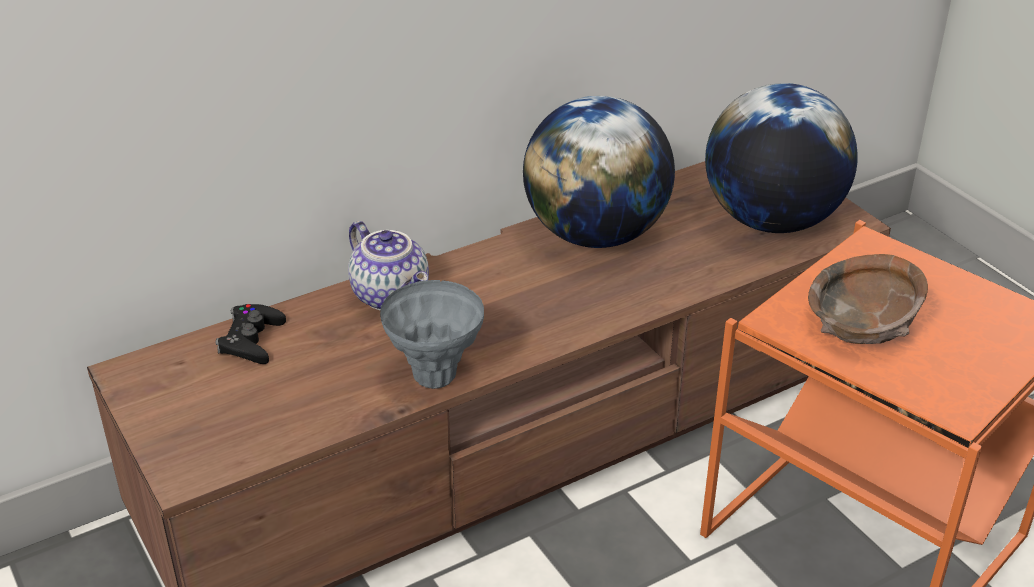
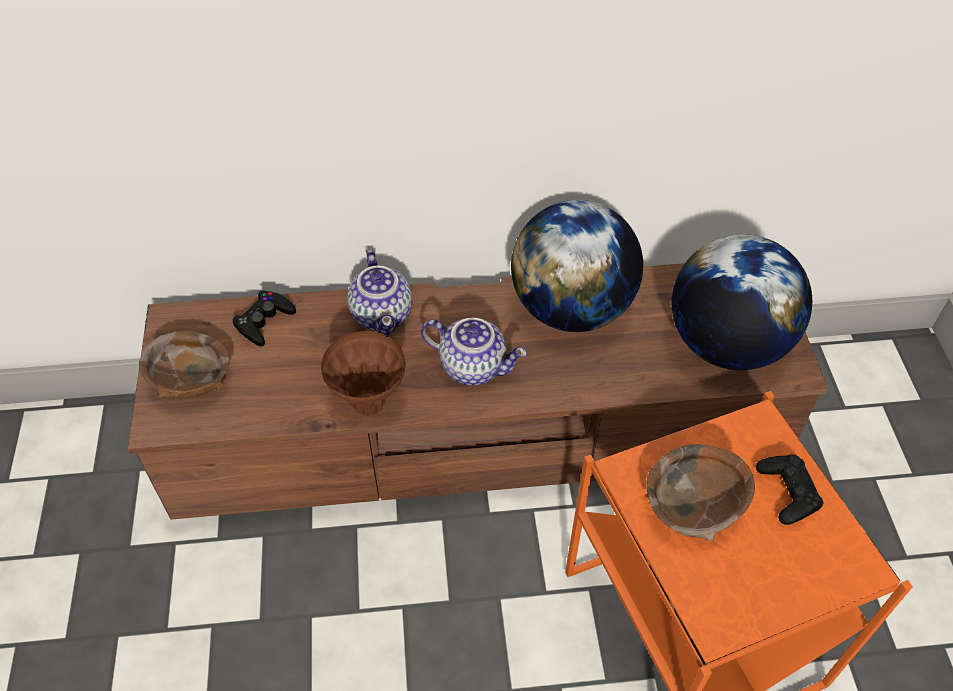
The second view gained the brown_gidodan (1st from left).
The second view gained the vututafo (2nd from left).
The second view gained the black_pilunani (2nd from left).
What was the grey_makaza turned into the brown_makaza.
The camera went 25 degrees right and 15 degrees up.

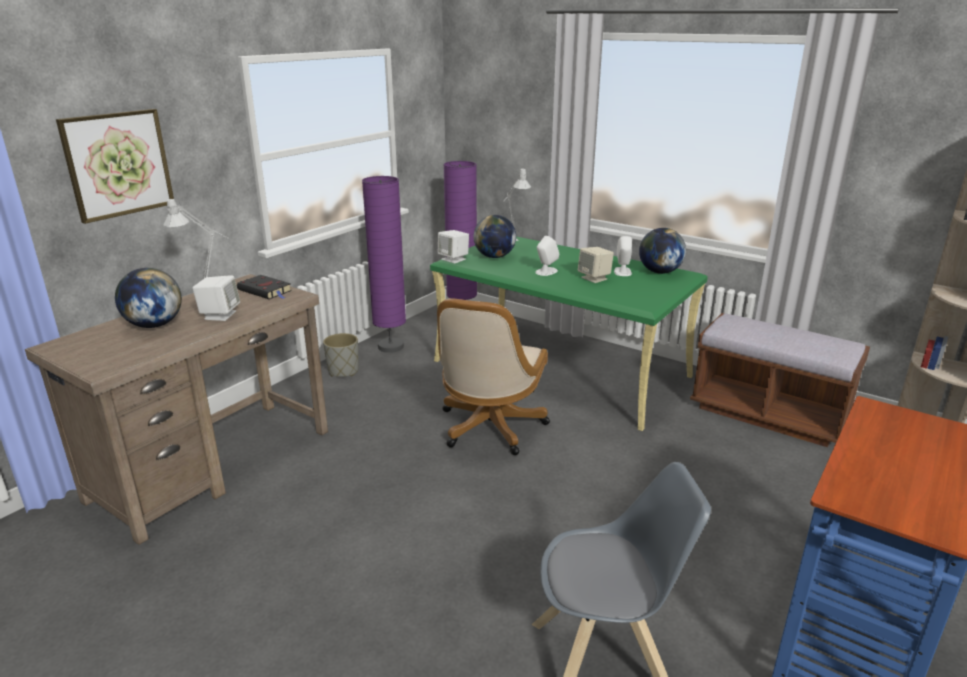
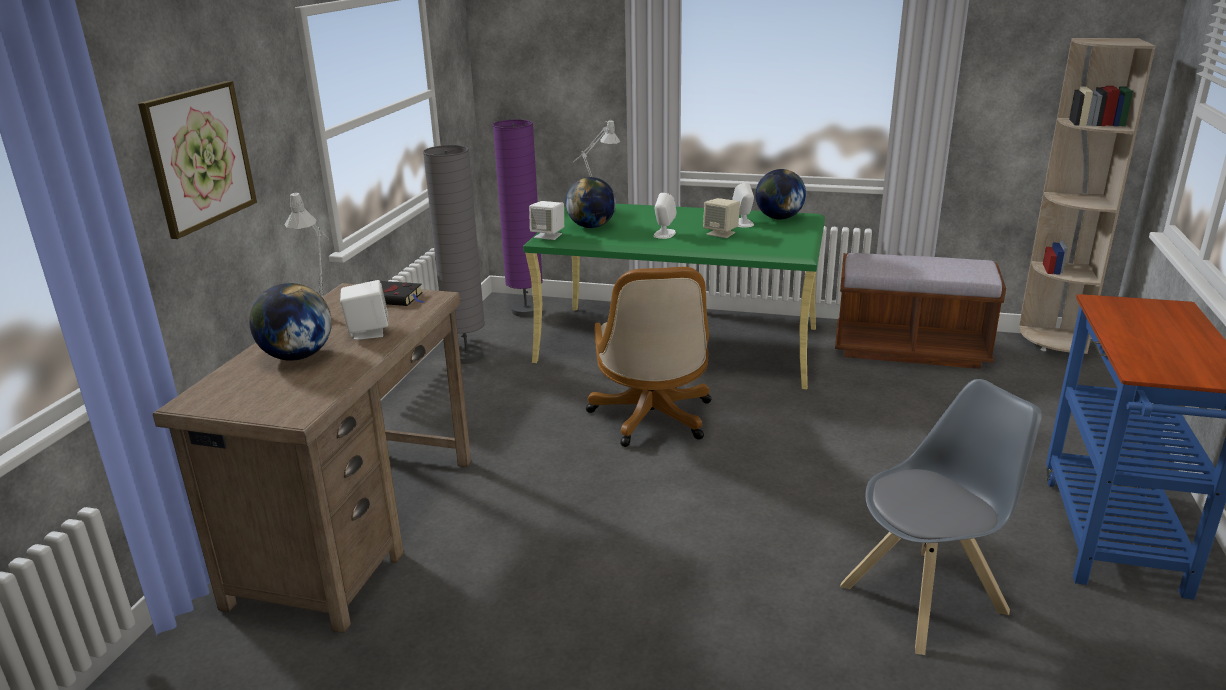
The second view lost the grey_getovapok.
What was the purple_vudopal (1st from left) turned into the grey_vudopal.
The camera went 20 degrees left and 0 degrees up.

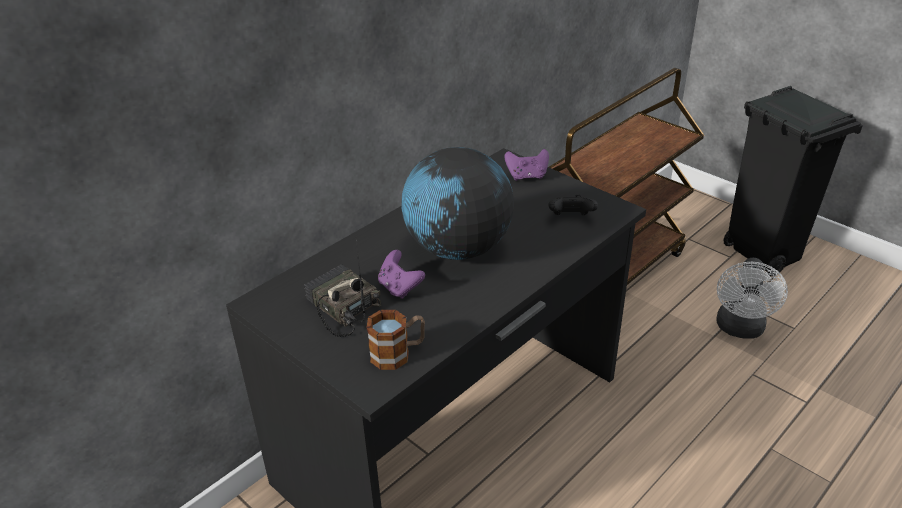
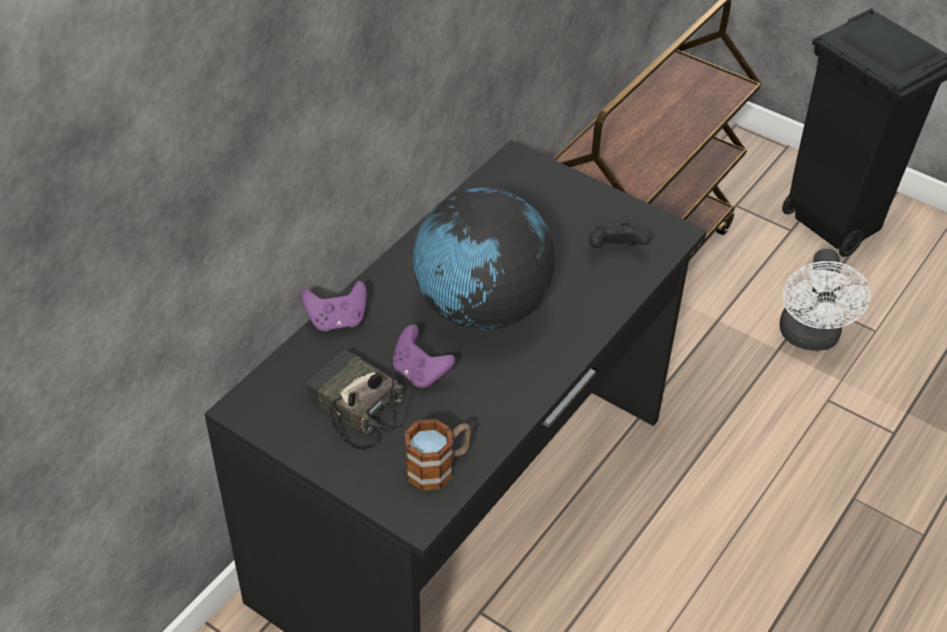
The purple_pilunani (2nd from left in the first image) ended up elsewhere.
The camera went 10 degrees left and 10 degrees up.

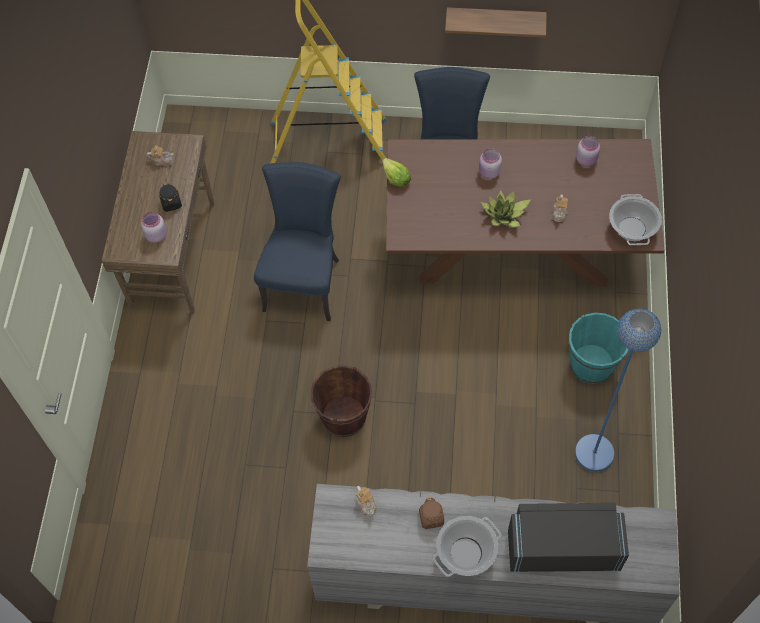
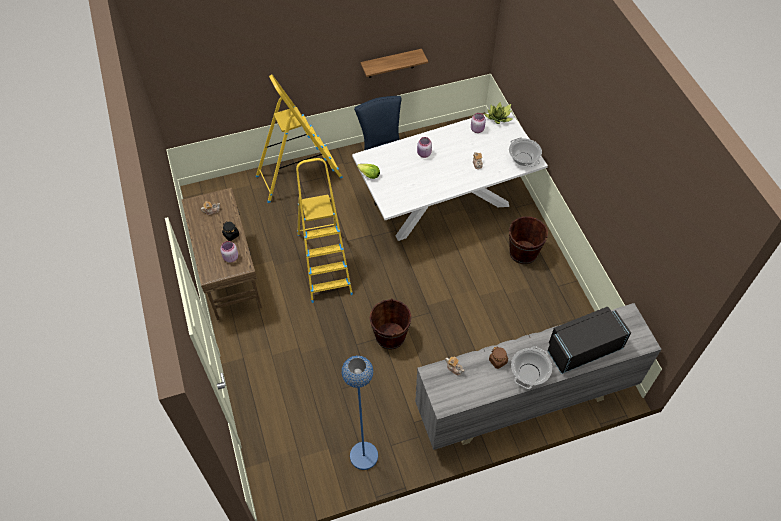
The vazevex ended up elsewhere.
The blue_vudopal ended up elsewhere.
Where the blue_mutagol (1st from left) stood, the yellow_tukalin (2nd from left) came to stand.
What was the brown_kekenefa turned into the white_kekenefa.
What was the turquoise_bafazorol turned into the brown_bafazorol (2nd from left).
The camera went 25 degrees left and 5 degrees down.

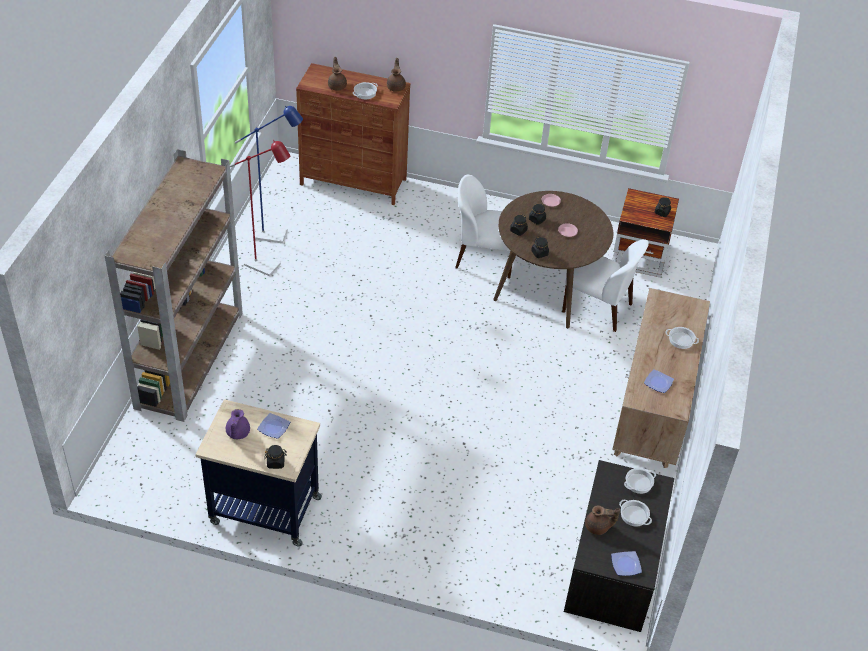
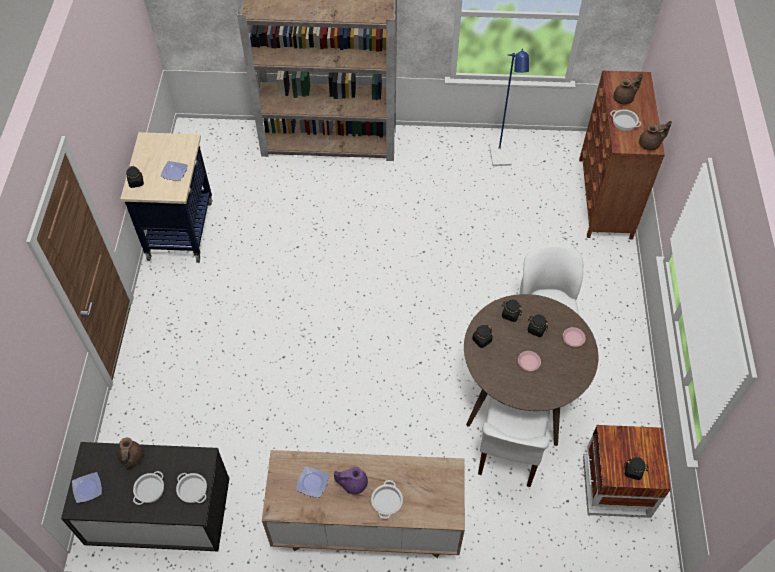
The second view lost the red_vudopal.
The purple_vututafo ended up elsewhere.
The camera went 80 degrees right and 10 degrees up.

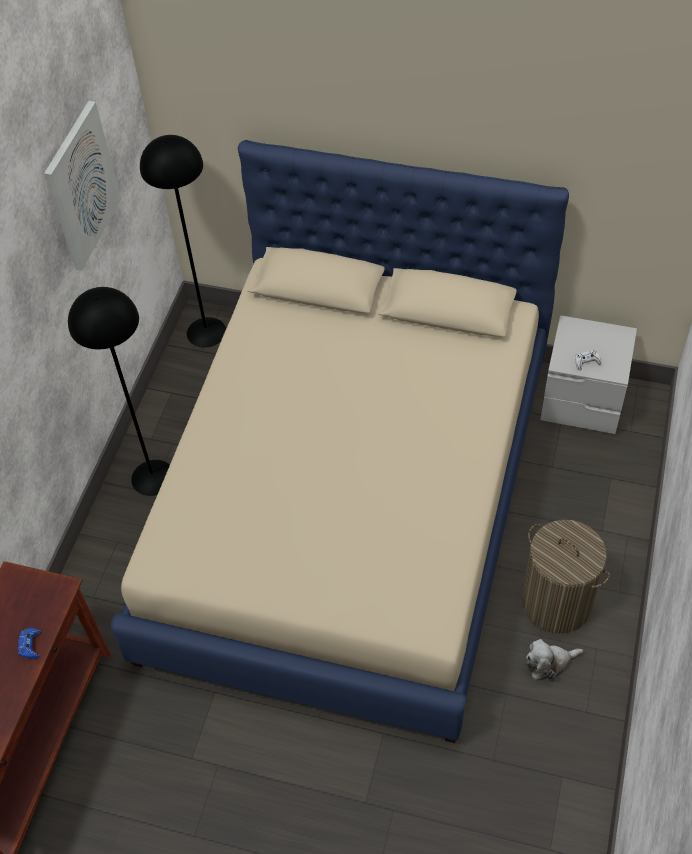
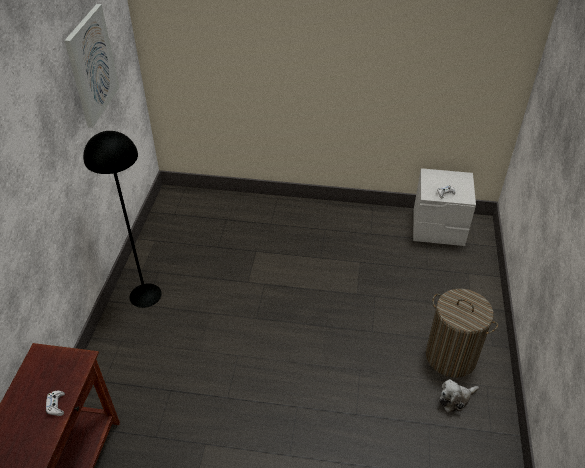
The second view lost the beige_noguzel.
The second view lost the black_vudopal (2nd from left).
What was the blue_pilunani turned into the white_pilunani (1st from left).
The camera went 10 degrees left and 10 degrees down.

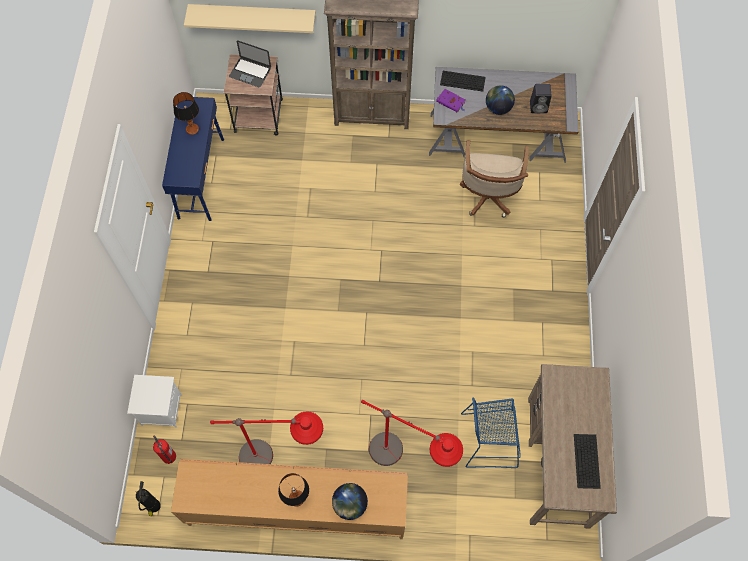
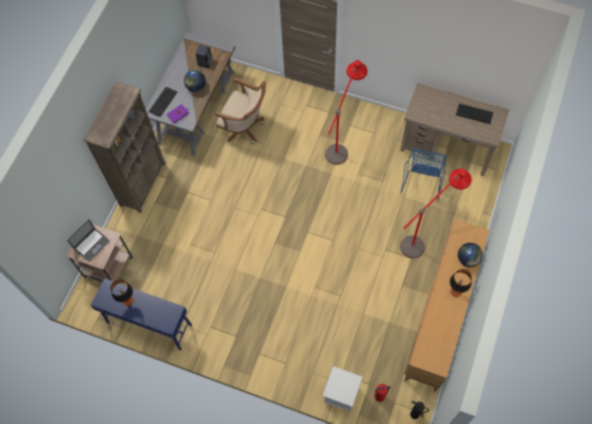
The second view lost the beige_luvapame.
The red_vudopal (1st from left) ended up elsewhere.
The camera went 70 degrees left and 0 degrees up.

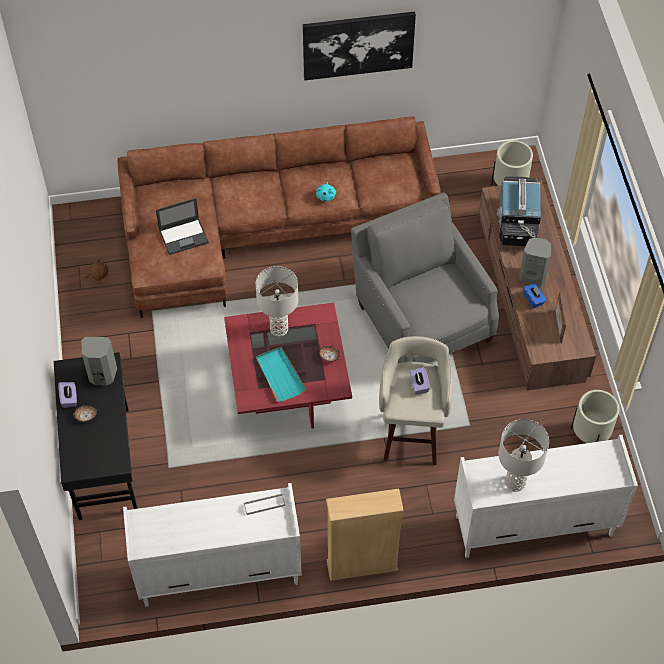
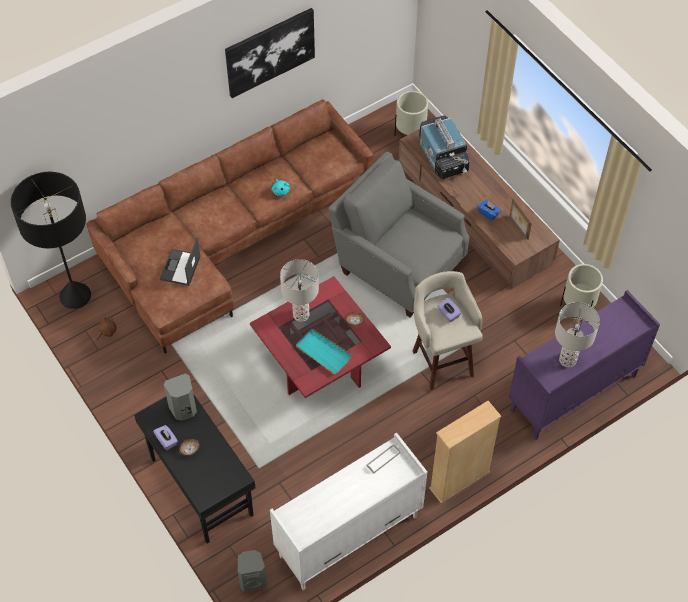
The second view gained the black_vudopal.
The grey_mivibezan (2nd from left) ended up elsewhere.
What was the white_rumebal (2nd from left) turned into the purple_rumebal.
The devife ended up facing another way, 150 degrees clockwise from before.
The camera went 25 degrees left and 0 degrees up.

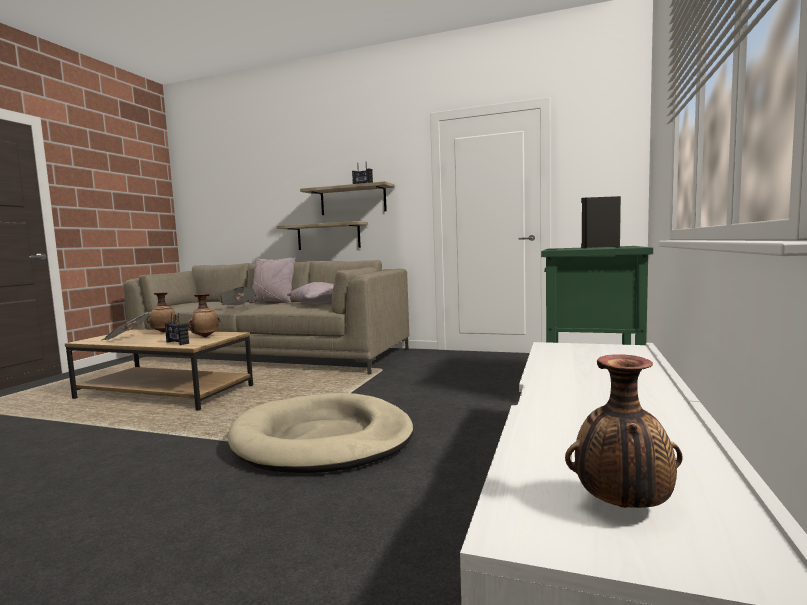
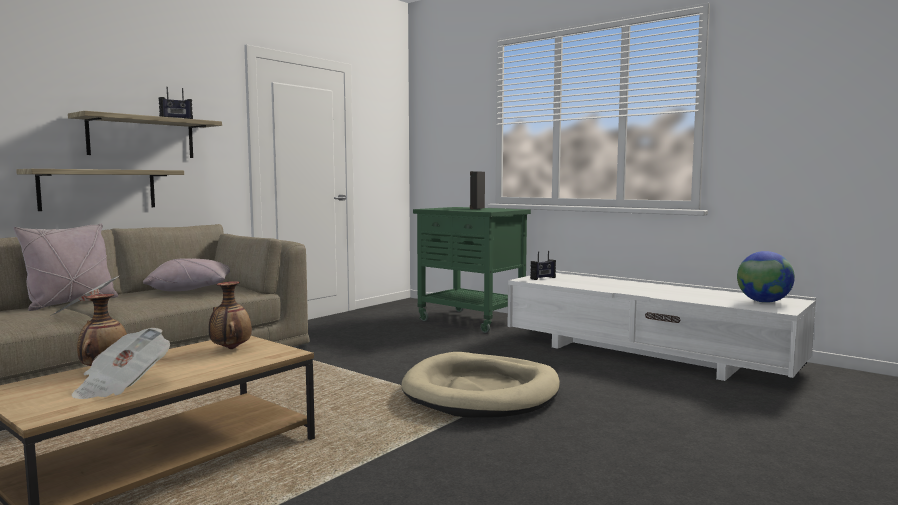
The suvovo (1st from left in the first image) ended up elsewhere.
Where the makaza (3rd from left) stood, the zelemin came to stand.
The camera went 70 degrees left and 0 degrees up.

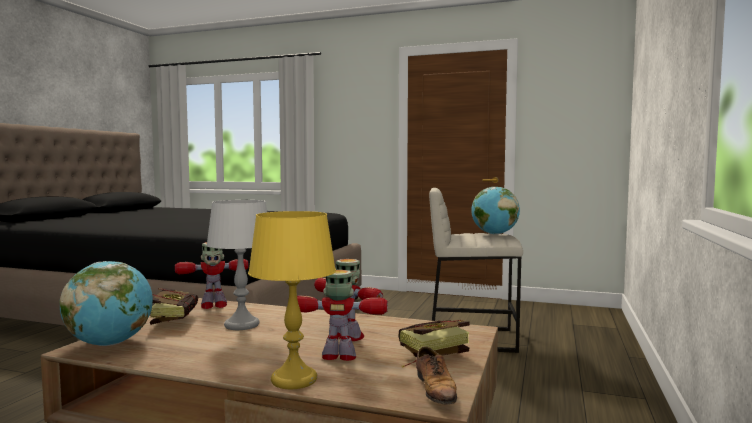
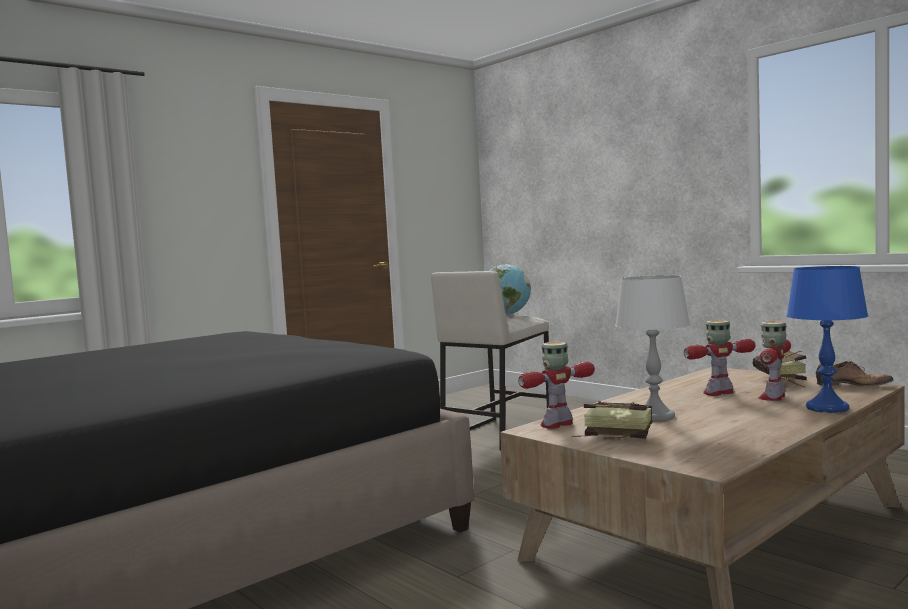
The second view lost the zelemin (1st from left).
What was the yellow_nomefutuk turned into the blue_nomefutuk.
The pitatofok (1st from left) ended up facing another way, 135 degrees counterclockwise from before.
The camera went 60 degrees left and 0 degrees up.

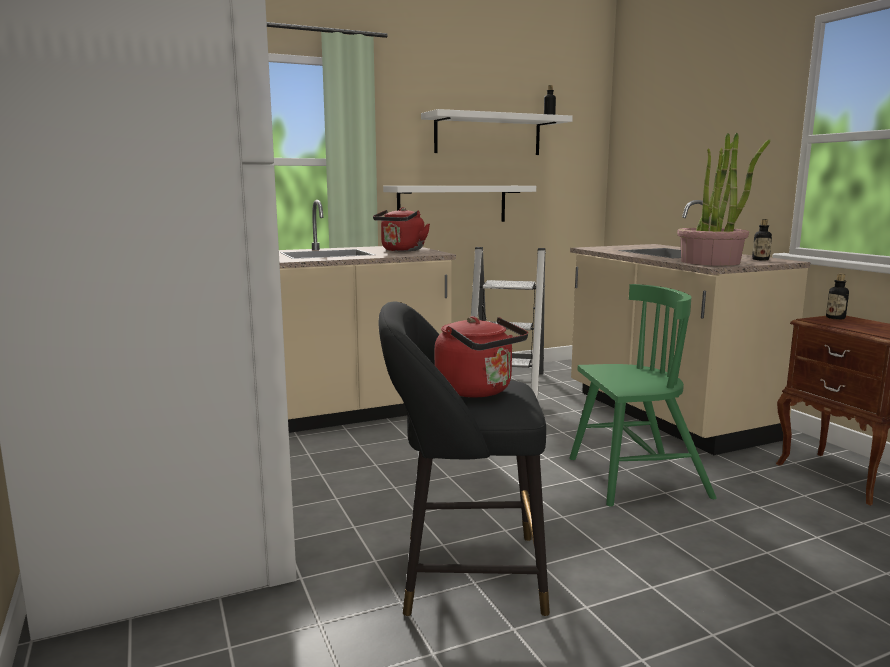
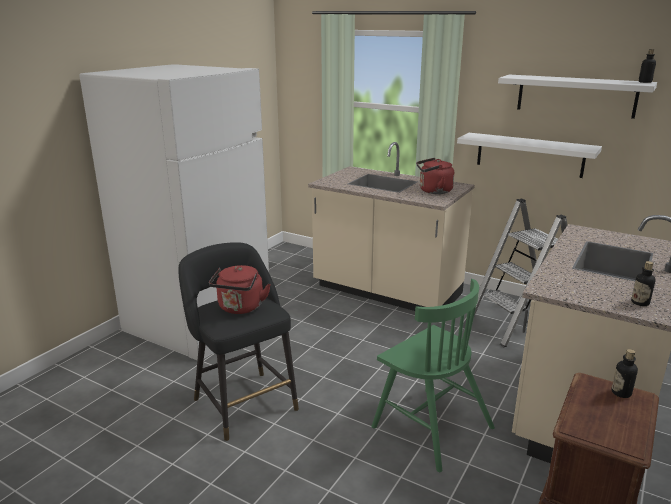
The second view lost the vazevex.
The camera went 55 degrees right and 10 degrees up.

